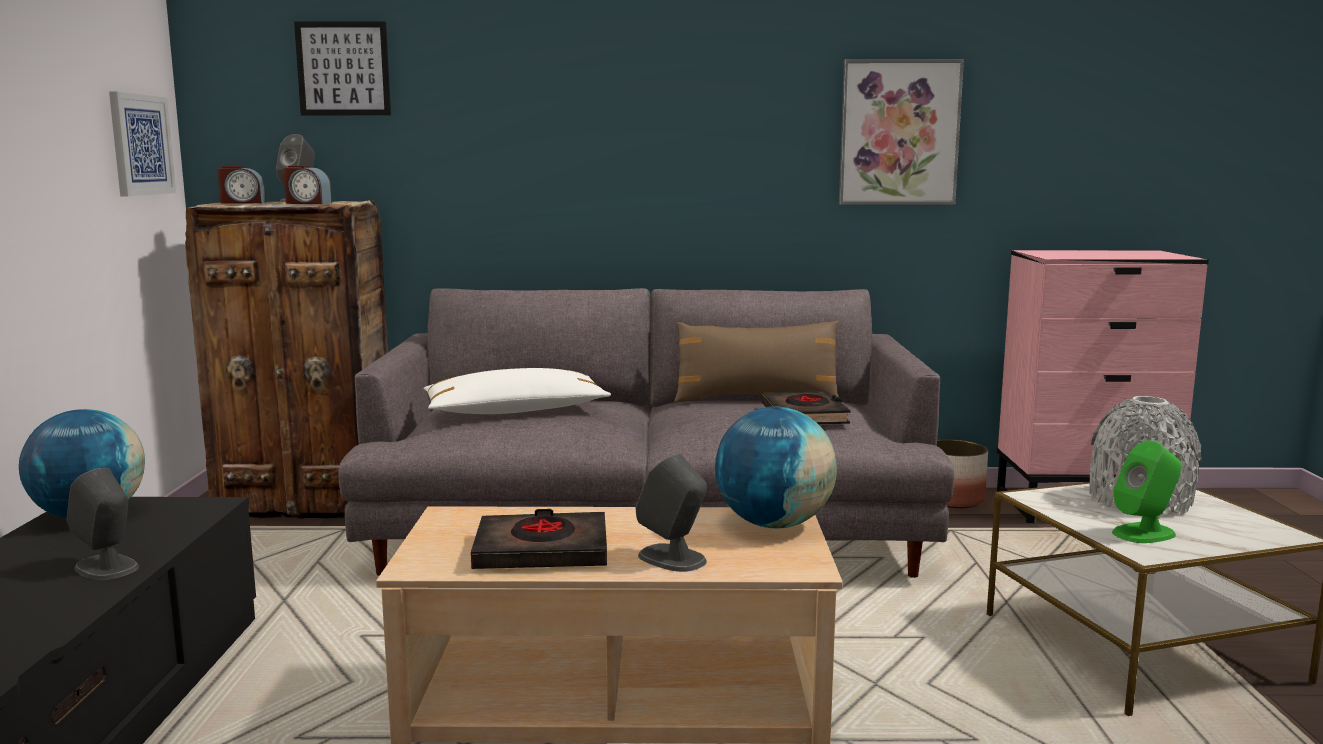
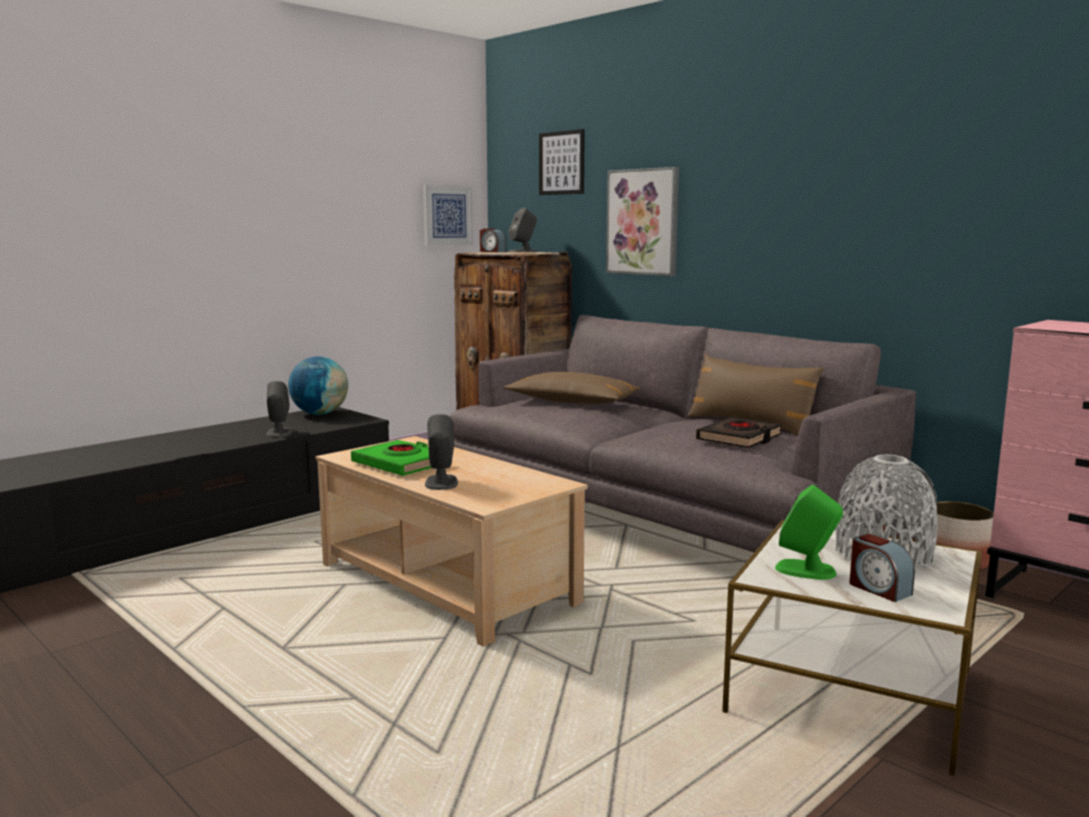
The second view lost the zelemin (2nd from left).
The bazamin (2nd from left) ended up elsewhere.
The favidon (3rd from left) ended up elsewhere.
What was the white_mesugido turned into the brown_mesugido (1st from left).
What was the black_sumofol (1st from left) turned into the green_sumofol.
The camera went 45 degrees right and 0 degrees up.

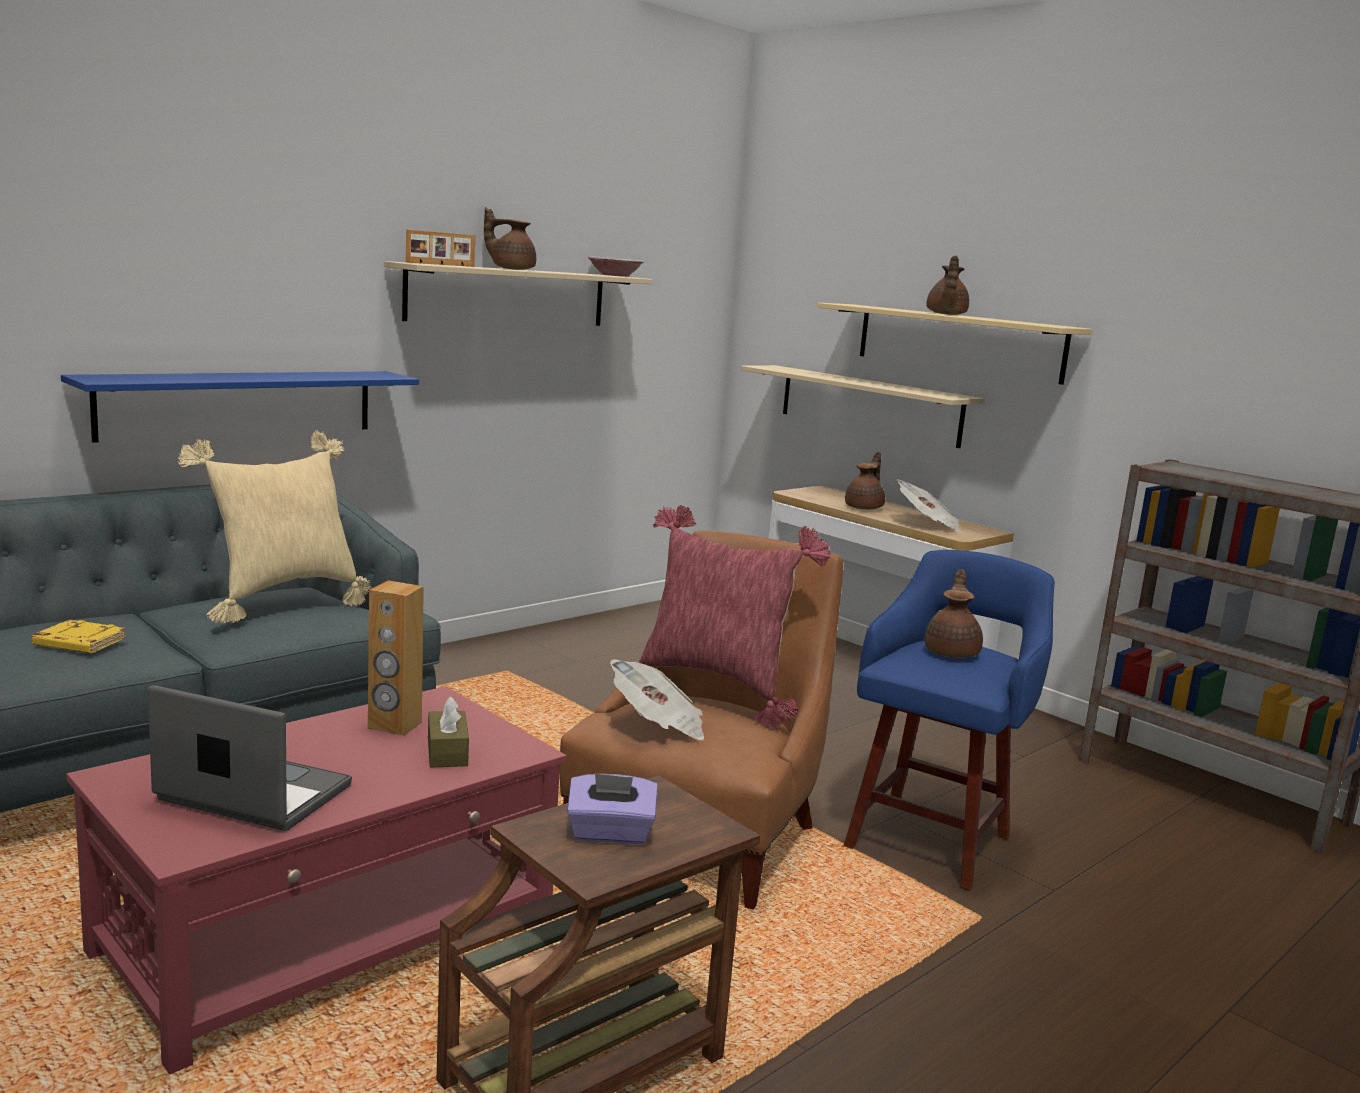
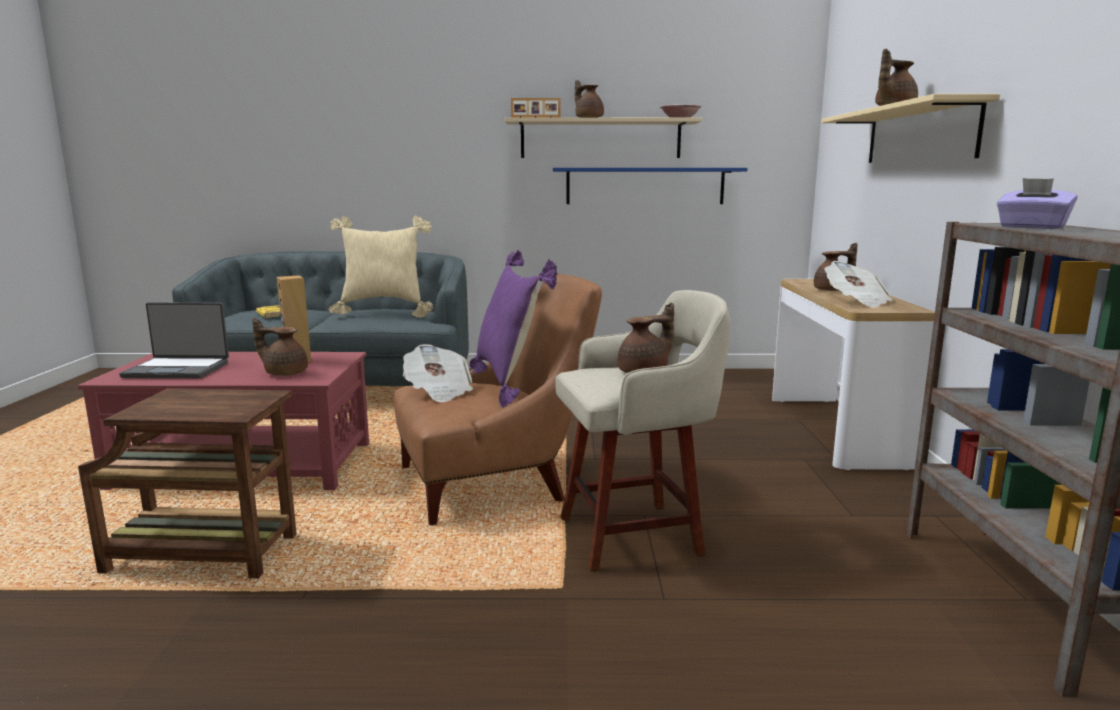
The second view lost the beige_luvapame (2nd from left).
The blue_luvapame ended up elsewhere.
The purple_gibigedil ended up elsewhere.
Where the brown_gibigedil stood, the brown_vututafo (1st from left) came to stand.
What was the red_mesugido turned into the purple_mesugido.
What was the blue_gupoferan turned into the beige_gupoferan.
The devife ended up facing another way, 120 degrees clockwise from before.
The camera went 45 degrees right and 0 degrees up.

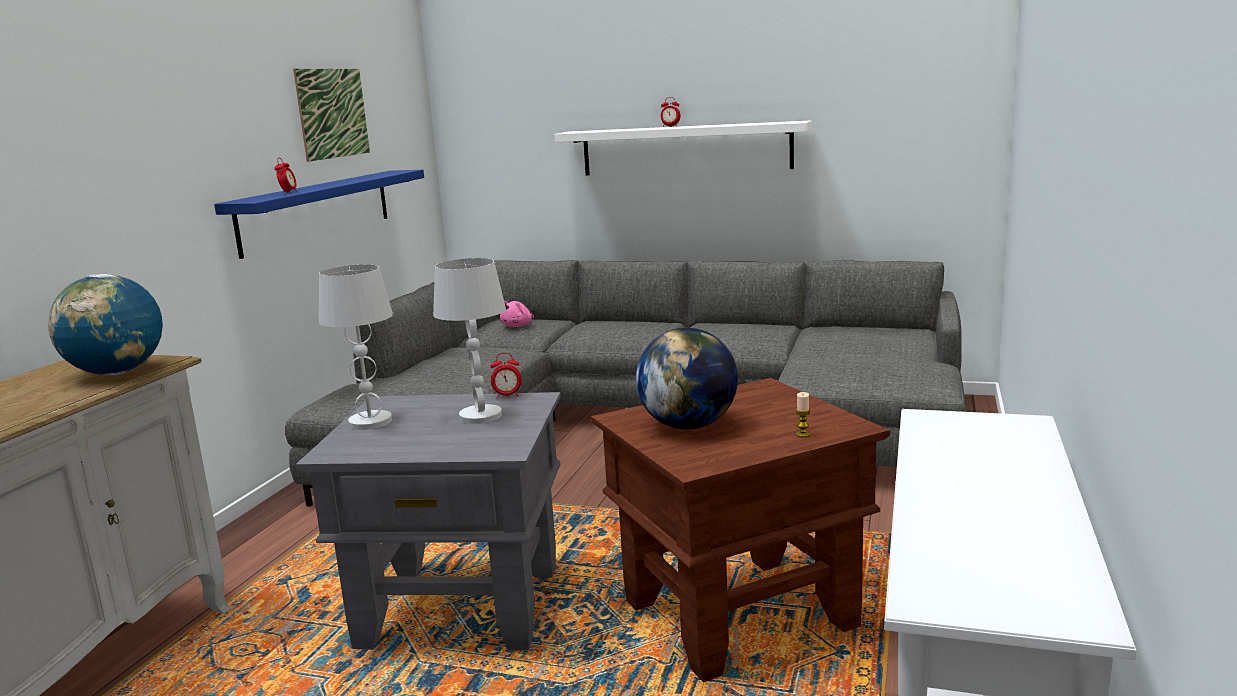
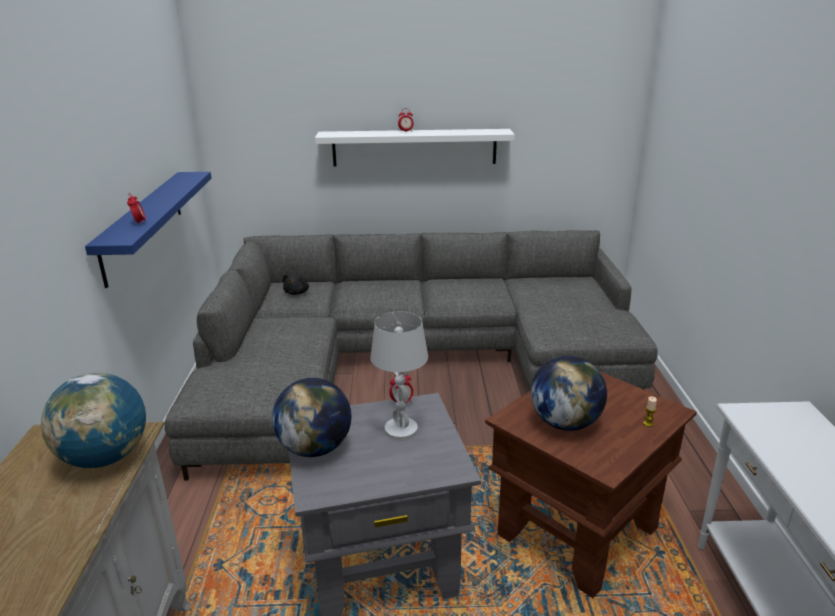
The second view lost the favidon.
Where the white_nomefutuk (1st from left) stood, the zelemin (2nd from left) came to stand.
What was the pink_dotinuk turned into the black_dotinuk.
The camera went 20 degrees left and 10 degrees up.

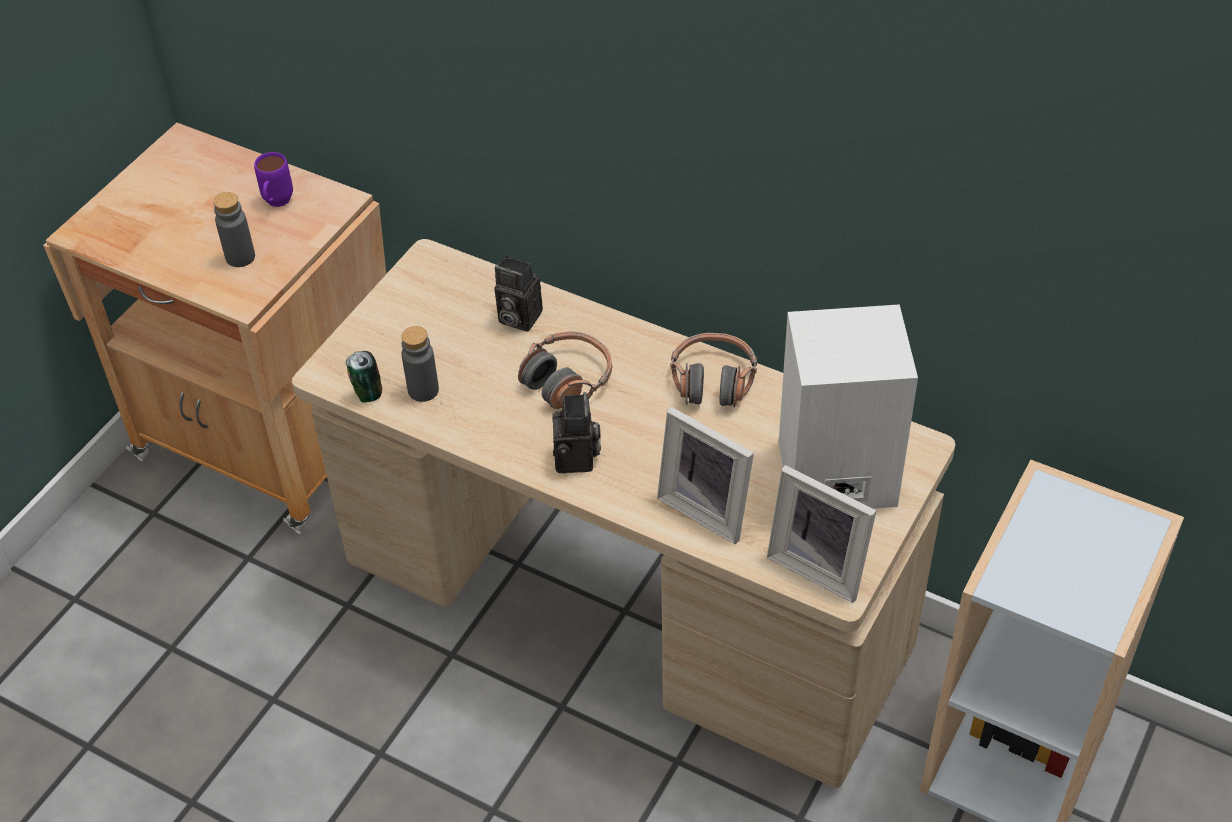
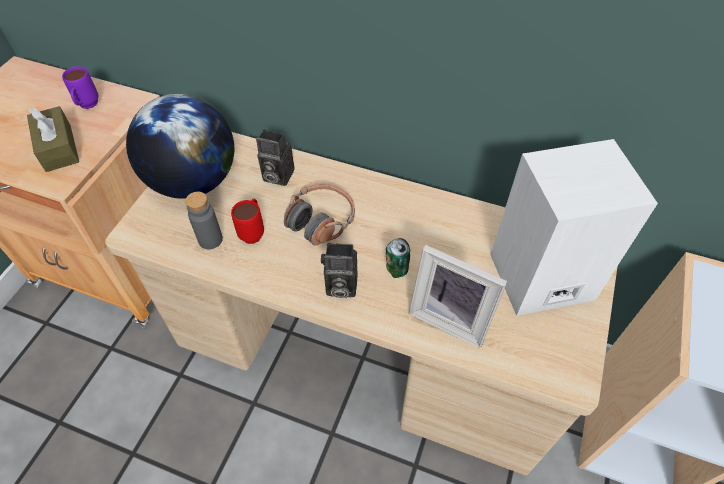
The second view lost the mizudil (2nd from left).
The second view lost the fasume (2nd from left).
The second view gained the zelemin.
The second view gained the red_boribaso.
The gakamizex ended up elsewhere.
Where the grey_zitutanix (1st from left) stood, the brown_gibigedil came to stand.
The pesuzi (2nd from left) ended up facing another way, 105 degrees clockwise from before.
The camera went 10 degrees left and 5 degrees up.

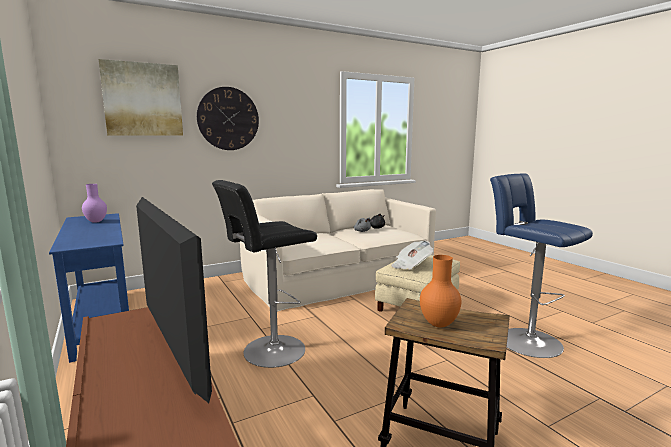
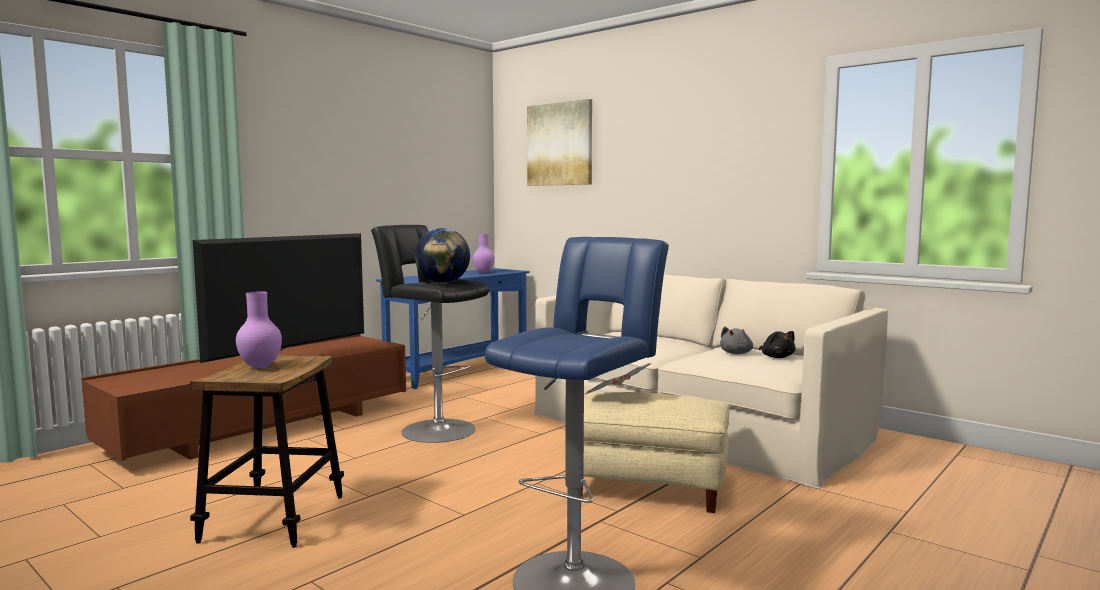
The second view lost the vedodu.
The second view gained the zelemin.
What was the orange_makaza turned into the purple_makaza (1st from left).
The camera went 70 degrees right and 5 degrees down.

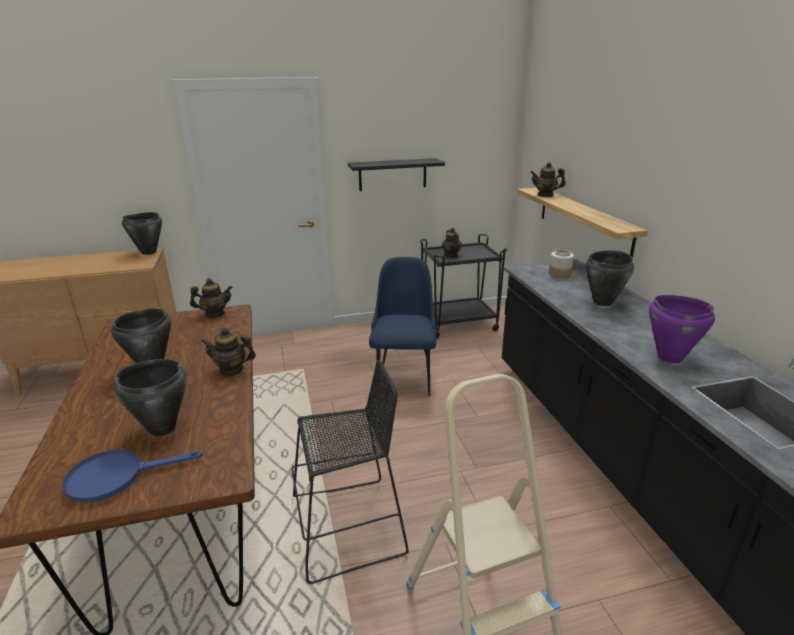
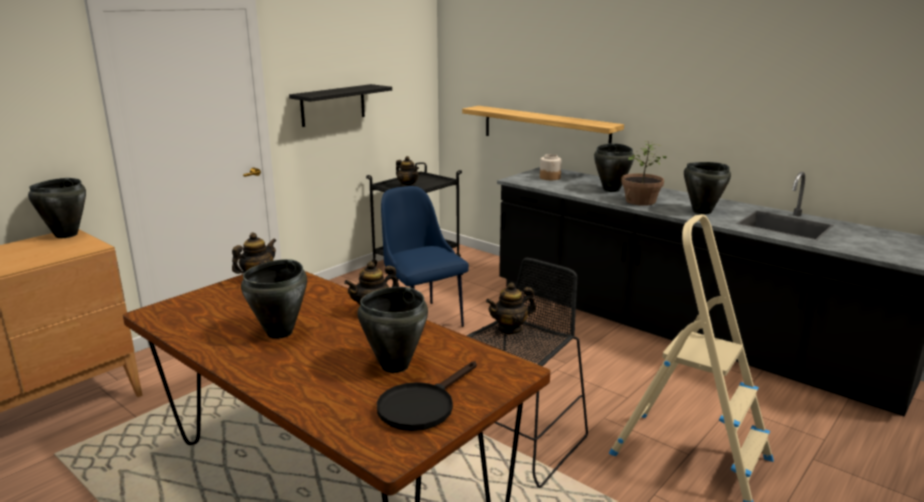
The second view gained the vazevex.
The vututafo (4th from left) ended up elsewhere.
What was the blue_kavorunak turned into the black_kavorunak.
What was the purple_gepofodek turned into the black_gepofodek (5th from left).
The camera went 35 degrees left and 5 degrees down.

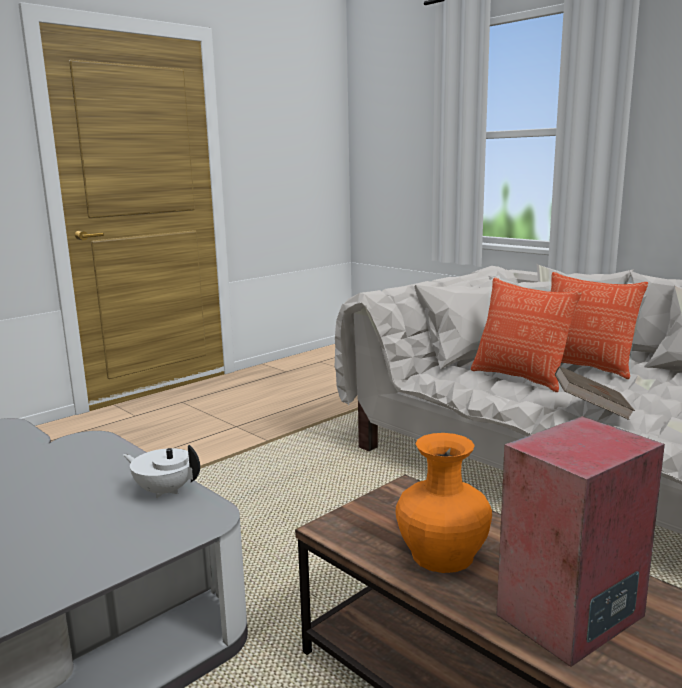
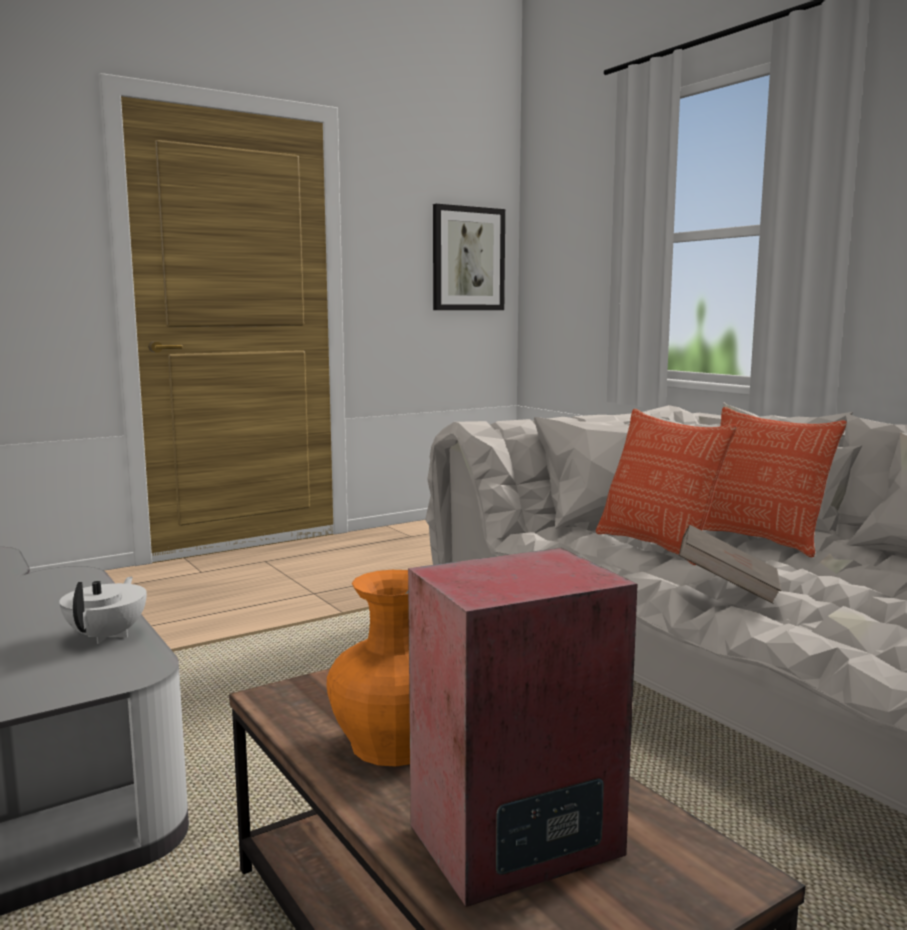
The second view gained the favidon.
The white_vututafo ended up facing another way, 60 degrees clockwise from before.
The camera went 10 degrees right and 5 degrees down.

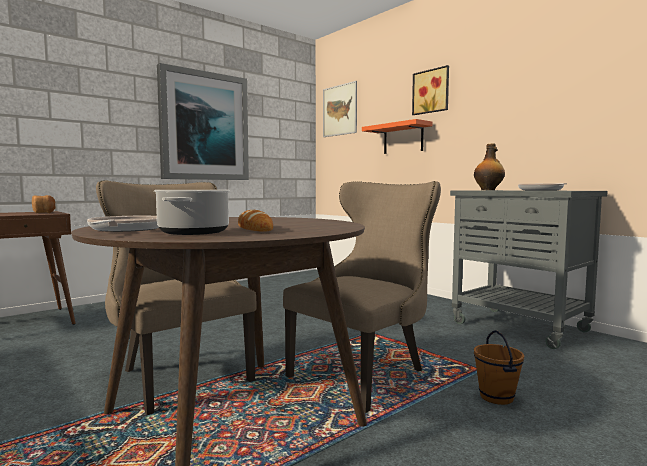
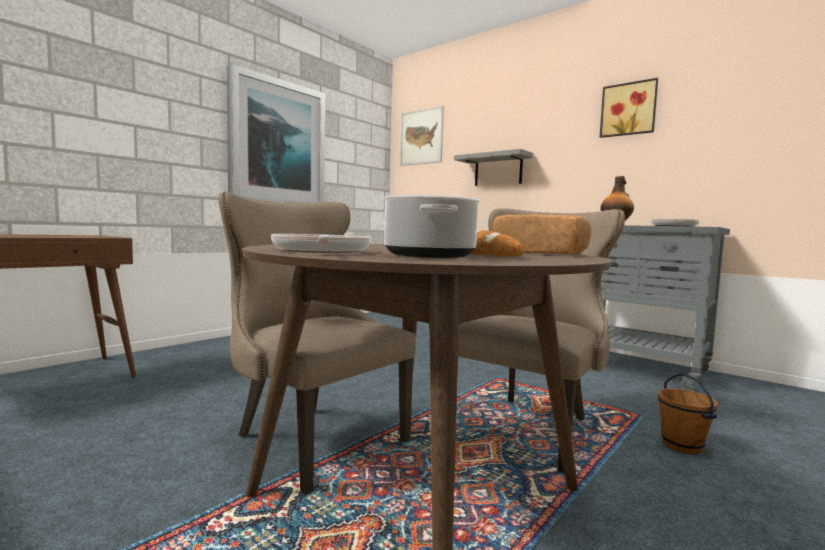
The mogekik (1st from left in the first image) ended up elsewhere.
The favidon (3rd from left) ended up elsewhere.
What was the orange_luvapame turned into the grey_luvapame.
The camera went 10 degrees left and 0 degrees up.

